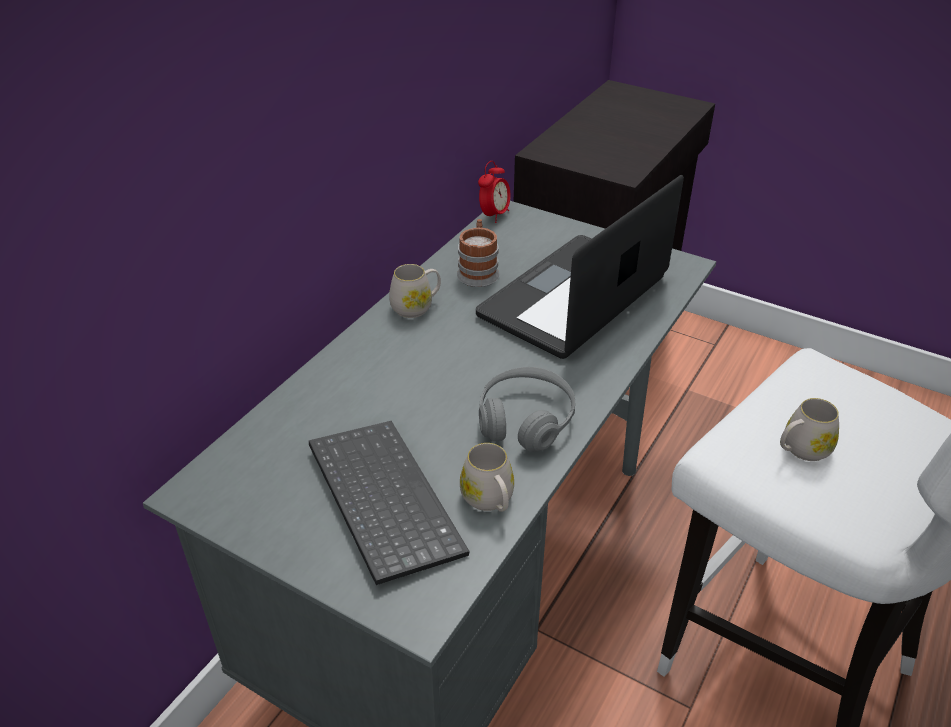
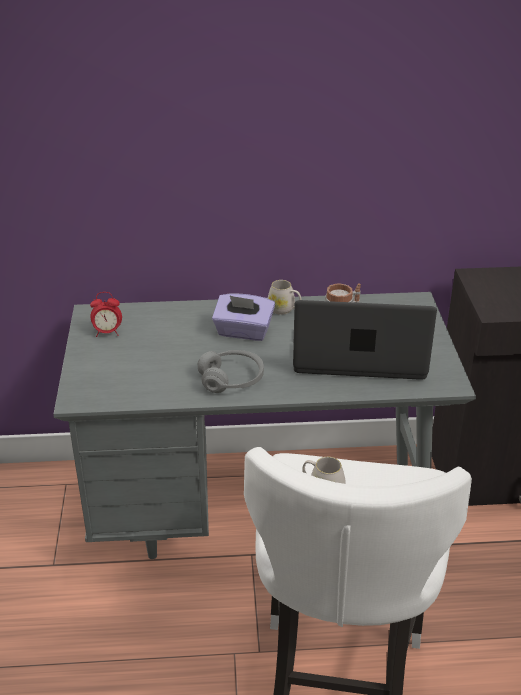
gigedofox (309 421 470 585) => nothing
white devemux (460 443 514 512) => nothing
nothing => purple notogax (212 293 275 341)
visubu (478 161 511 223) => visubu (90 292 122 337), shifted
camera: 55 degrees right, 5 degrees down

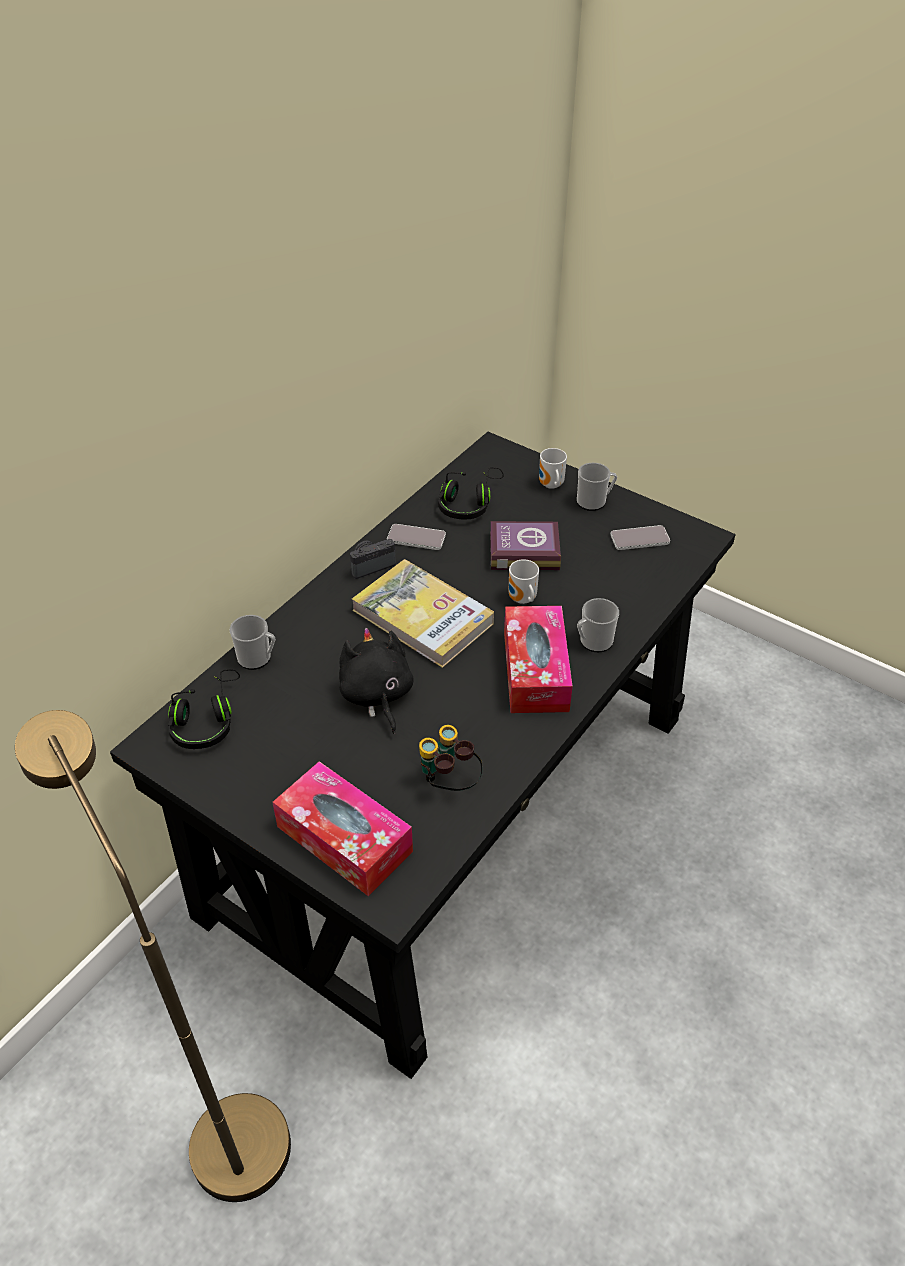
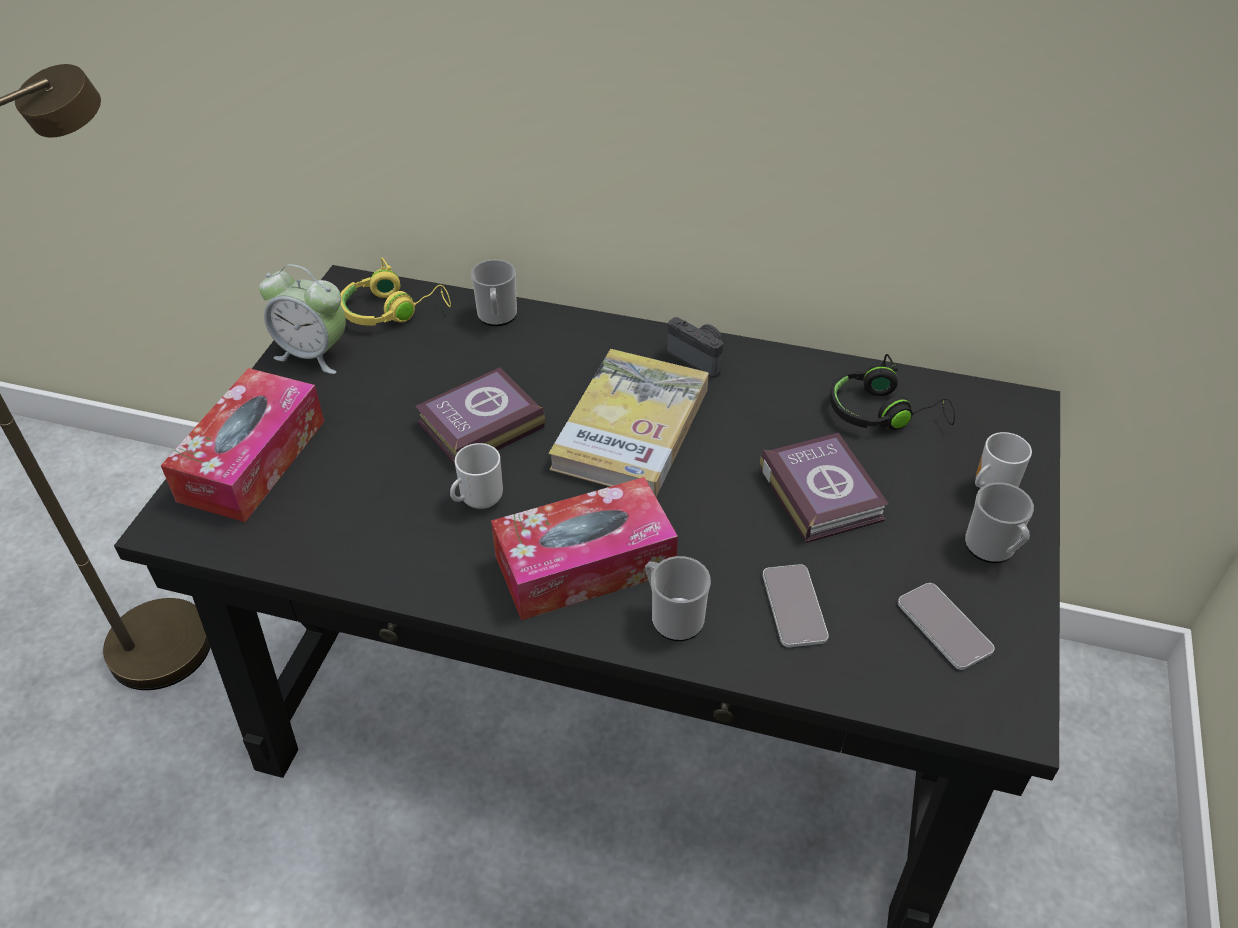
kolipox (419 725 483 791) => nothing
nothing => visubu (259 264 346 374)
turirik (387 524 446 550) => turirik (763 564 829 647), shifted
devemux (509 559 539 604) => devemux (450 443 503 509), shifted
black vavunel (339 628 414 734) => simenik (415 367 545 464)
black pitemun (168 669 240 749) => yellow pitemun (341 258 451 326)
camera: 70 degrees right, 0 degrees up

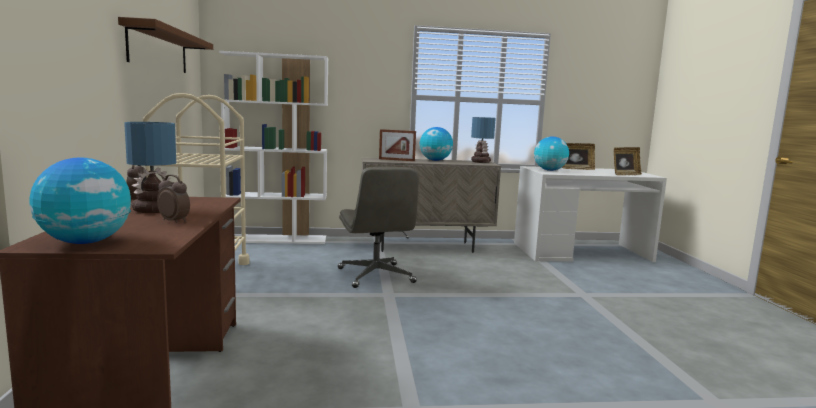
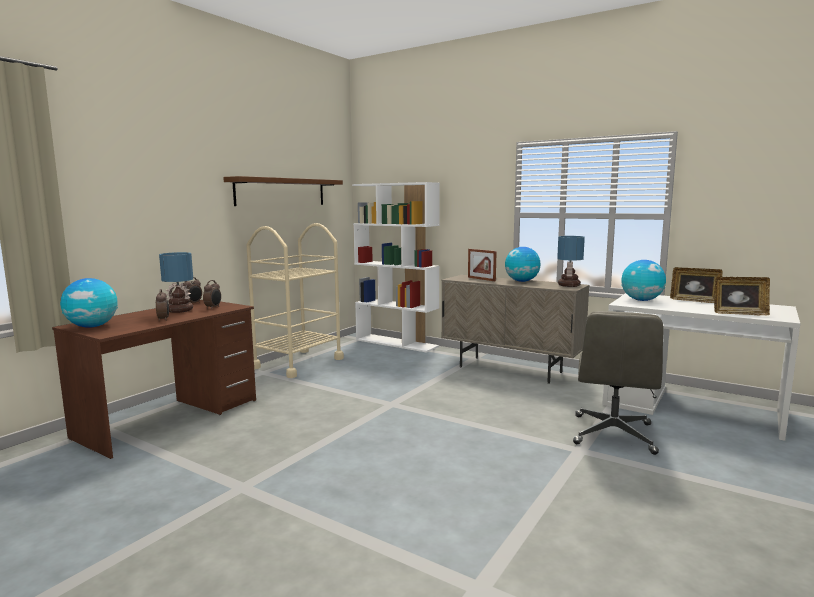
nothing => visubu (203 280 221 309)
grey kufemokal (338 167 419 288) => grey kufemokal (573 311 664 455), shifted
camera: 40 degrees right, 0 degrees up

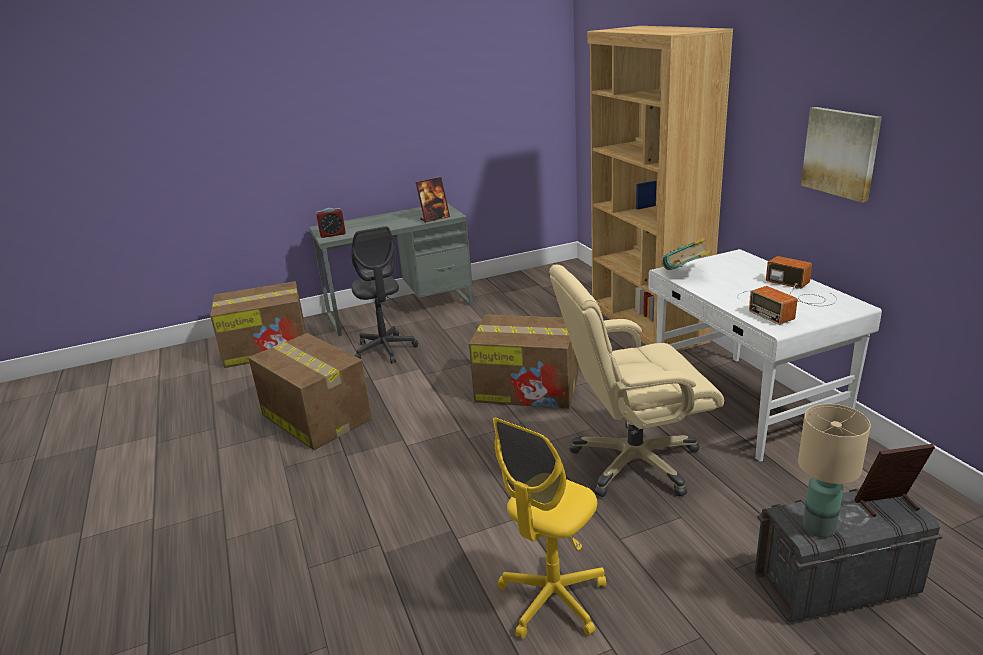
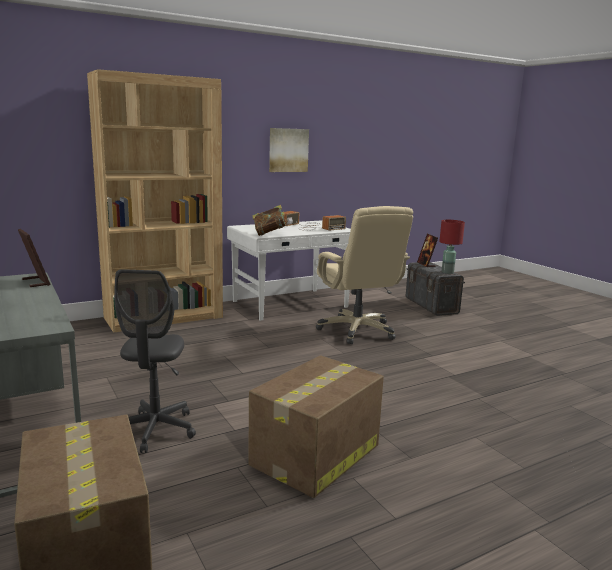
visubu (316 208 346 238) => nothing
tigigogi (469 314 578 409) => nothing
yellow kufemokal (493 417 606 639) => nothing
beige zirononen (798 404 871 538) => red zirononen (439 220 465 274)
grey kufemokal (351 226 418 364) => grey kufemokal (114 269 196 453), 120 degrees clockwise
camera: 100 degrees left, 10 degrees down

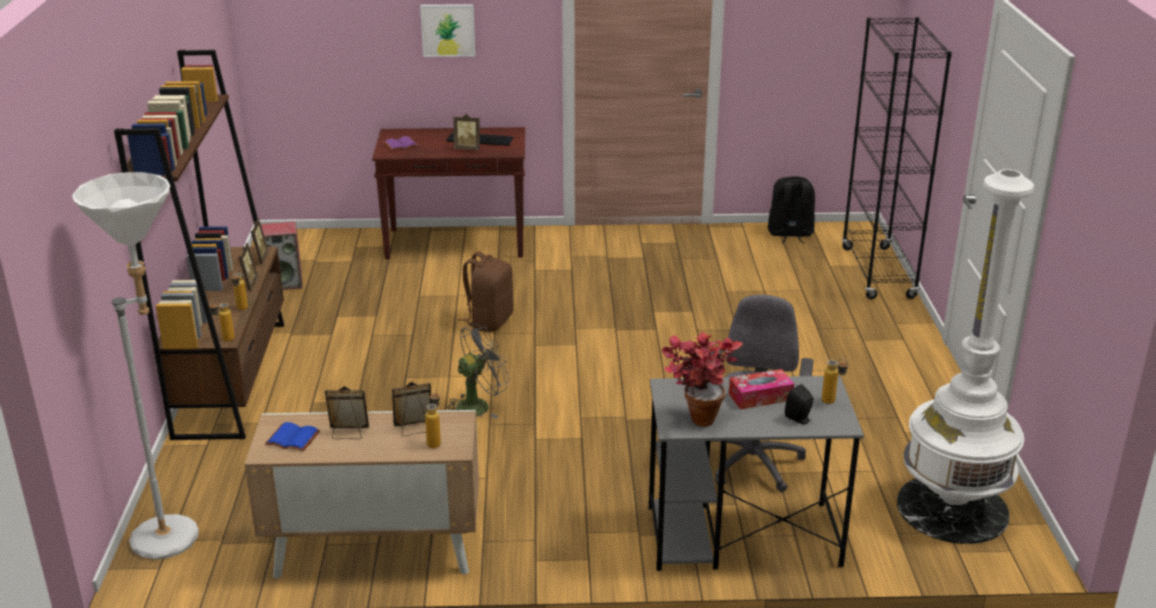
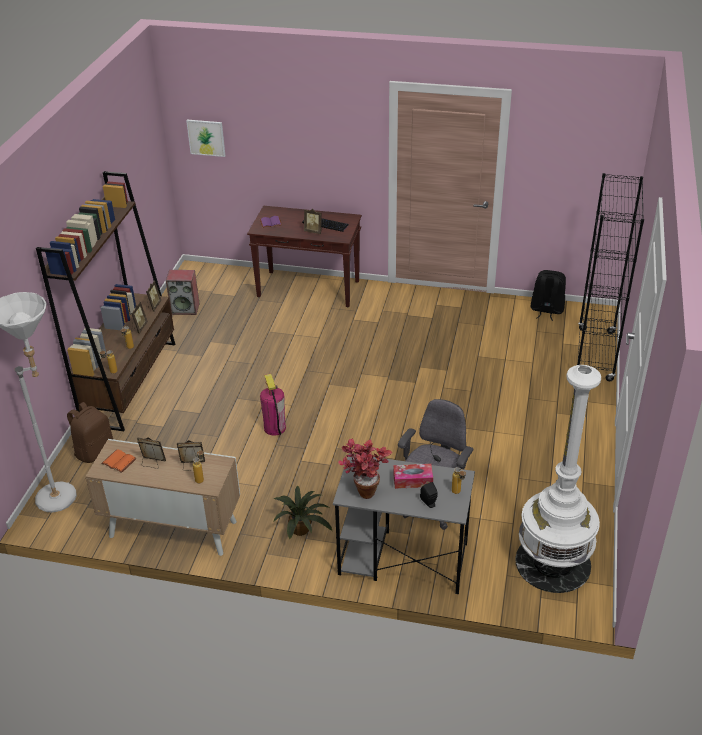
nothing => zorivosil (273 486 332 539)
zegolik (420 4 475 57) => zegolik (186 120 225 157), shifted
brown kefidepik (458 252 513 332) => brown kefidepik (67 402 113 463), shifted
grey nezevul (446 323 510 418) => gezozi (260 374 286 436)
blue simenik (265 422 320 451) => orange simenik (101 449 137 473)
camera: 15 degrees right, 10 degrees up

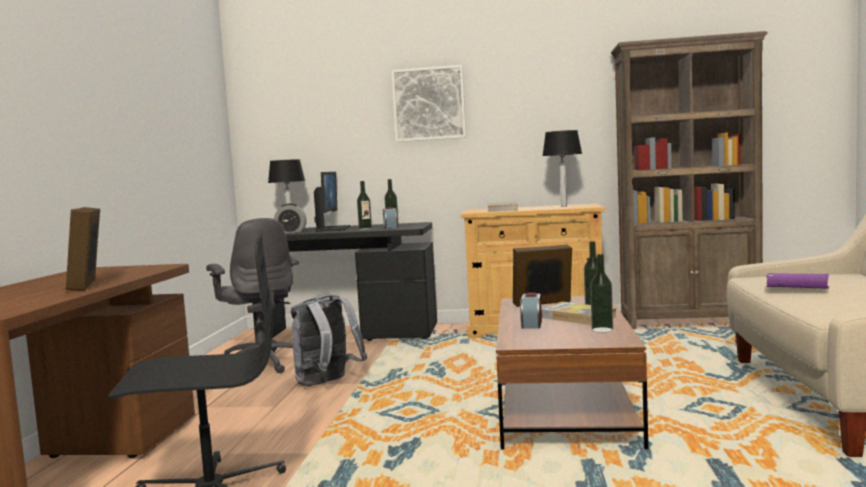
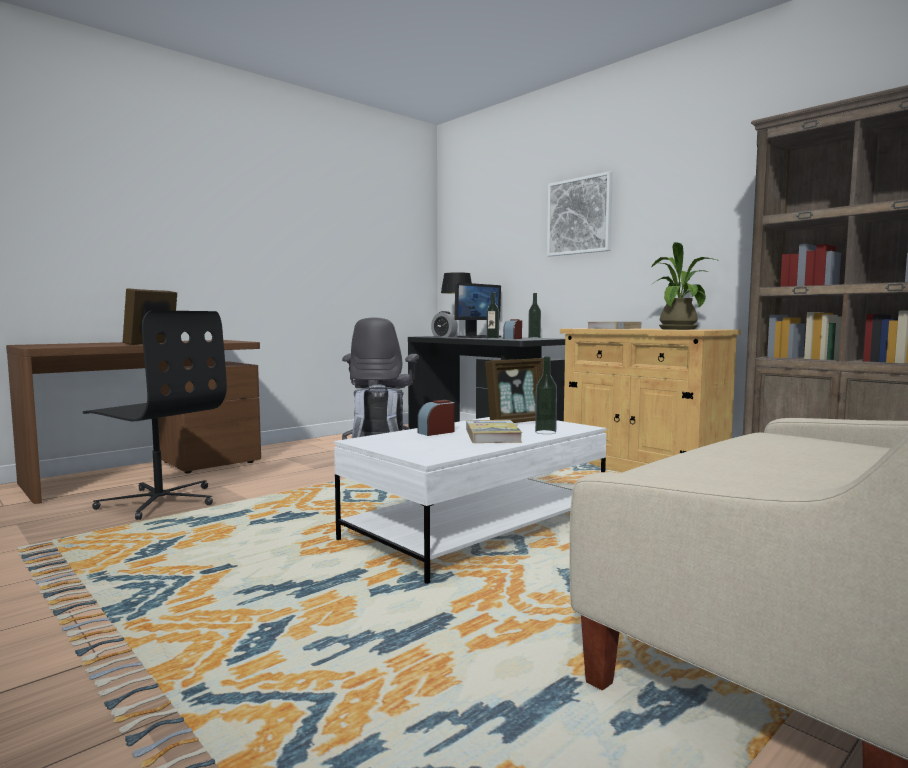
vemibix (590 254 613 333) => nothing
purple simenik (766 273 829 289) => nothing
zirononen (542 130 582 207) => zorivosil (651 242 719 330)
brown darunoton (496 296 648 450) => white darunoton (334 417 606 584)
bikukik (513 245 572 307) => bikukik (485 358 543 423), 120 degrees clockwise
camera: 40 degrees right, 0 degrees up

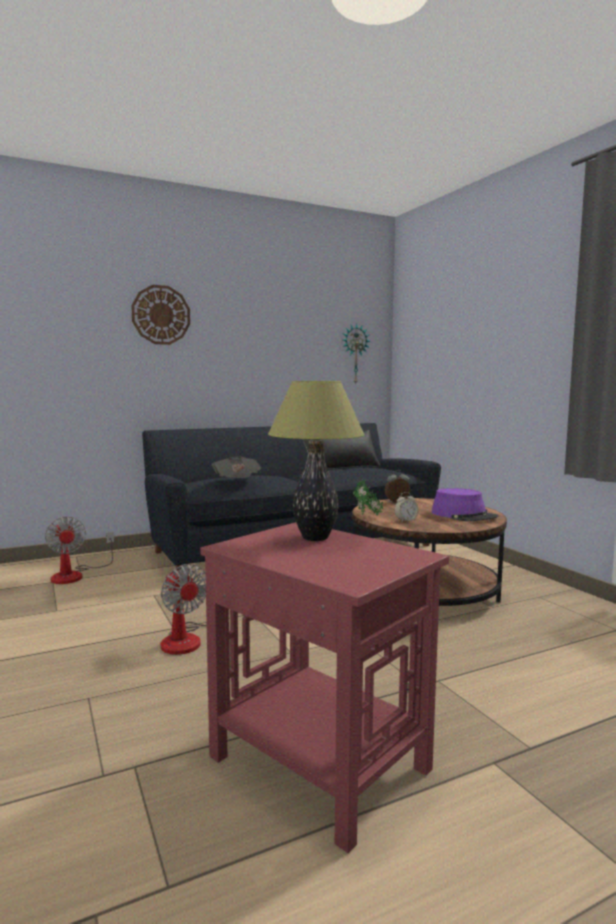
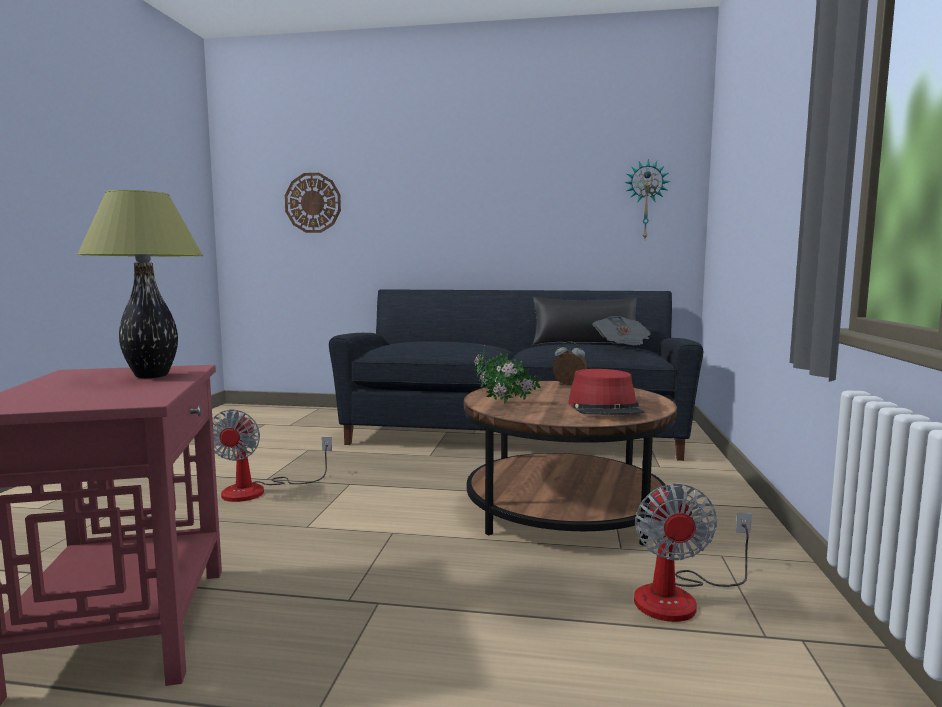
nezevul (45 517 114 584) => nezevul (634 483 752 622), shifted
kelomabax (131 285 190 345) => kelomabax (285 173 341 233), shifted
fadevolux (211 456 262 478) => fadevolux (592 316 651 345), shifted
visubu (394 492 418 521) => zorivosil (484 353 541 403)
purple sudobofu (432 488 499 521) => red sudobofu (568 369 645 415)
camera: 35 degrees right, 0 degrees up

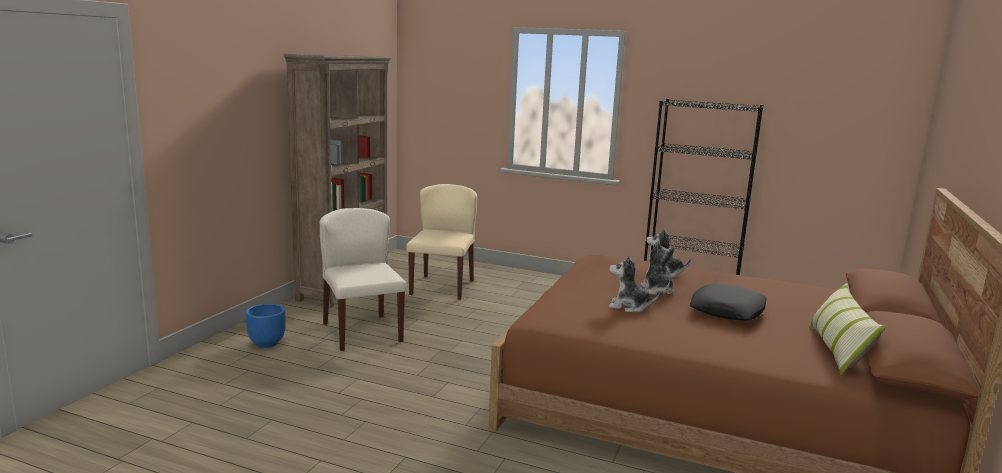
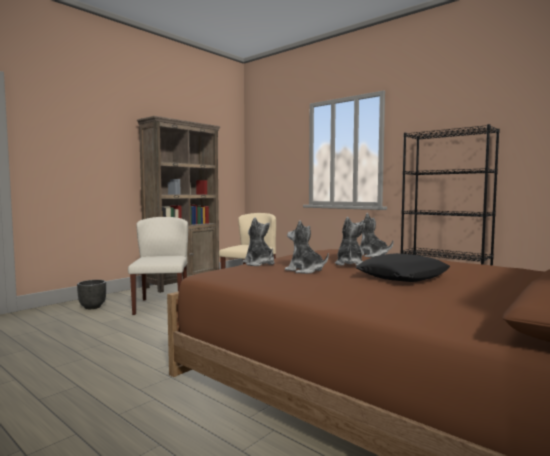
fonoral (809 283 886 375) => nothing
nothing => vavunel (243 217 275 266)
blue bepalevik (246 304 285 348) => black bepalevik (77 280 106 309)
camera: 20 degrees right, 10 degrees down

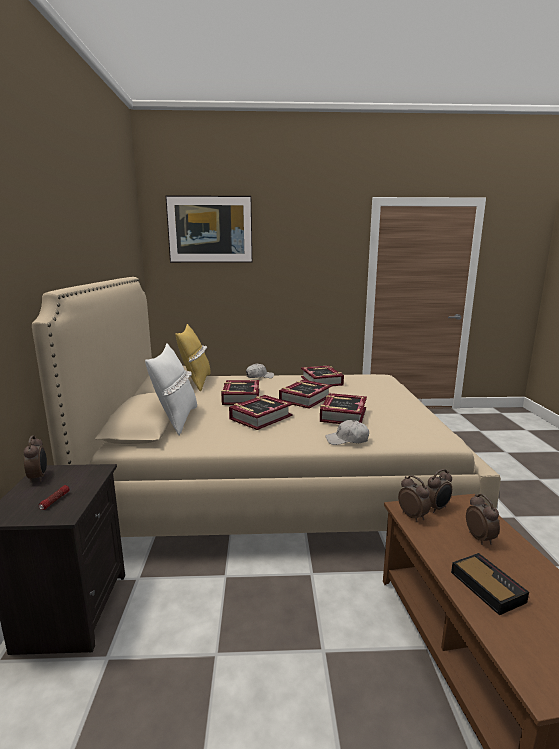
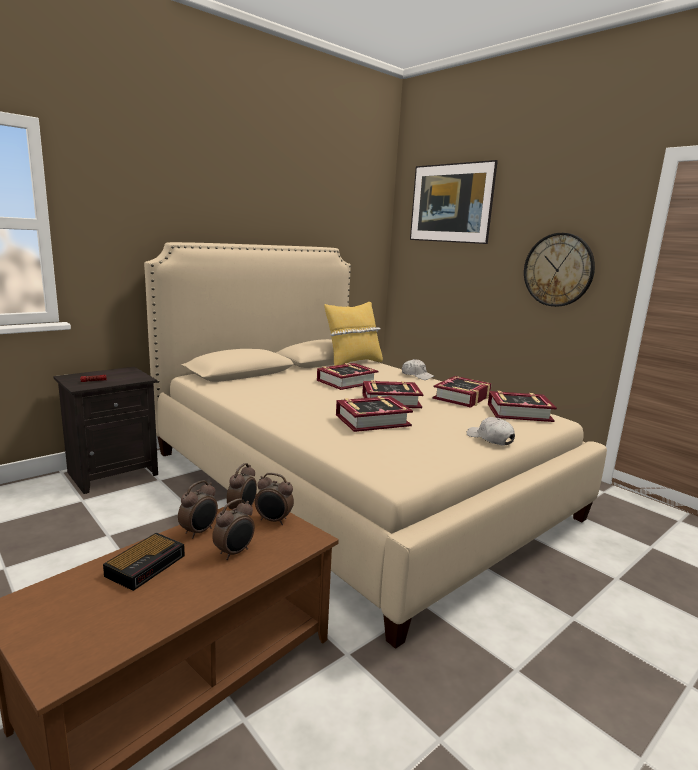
white fonoral (145 343 197 435) => nothing
nothing => kelomabax (524 233 595 307)
visubu (24 435 47 482) => visubu (178 480 218 539), shifted
simenik (229 395 293 430) => simenik (488 391 557 422), shifted
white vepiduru (325 420 369 445) => white vepiduru (466 417 515 446), shifted
camera: 50 degrees right, 0 degrees up

